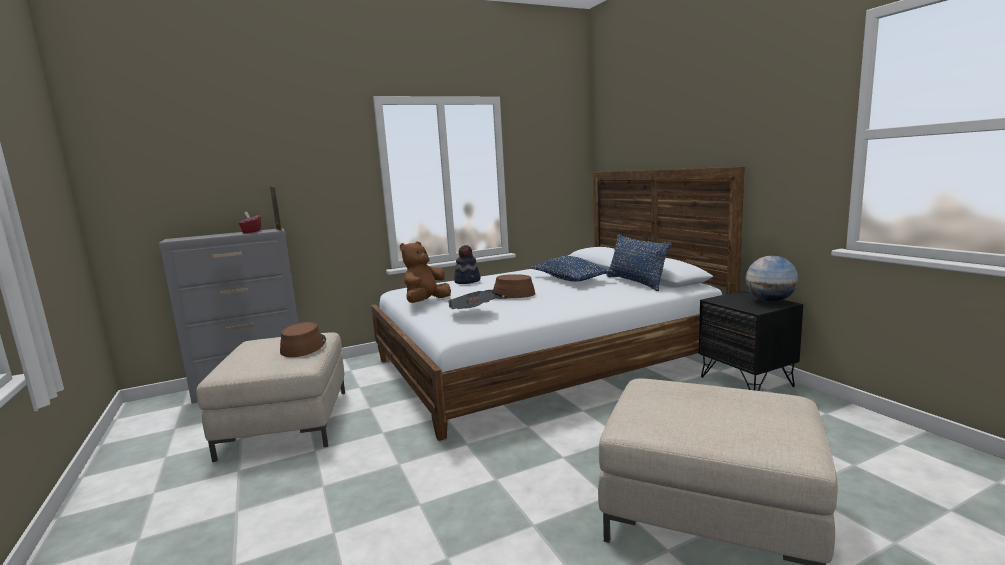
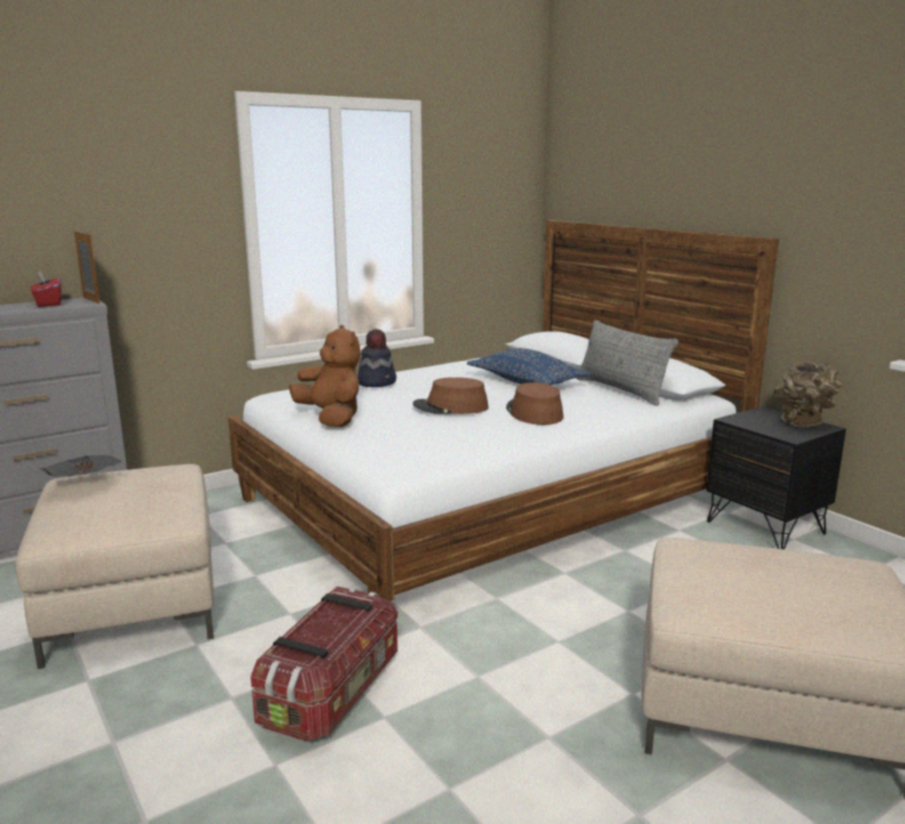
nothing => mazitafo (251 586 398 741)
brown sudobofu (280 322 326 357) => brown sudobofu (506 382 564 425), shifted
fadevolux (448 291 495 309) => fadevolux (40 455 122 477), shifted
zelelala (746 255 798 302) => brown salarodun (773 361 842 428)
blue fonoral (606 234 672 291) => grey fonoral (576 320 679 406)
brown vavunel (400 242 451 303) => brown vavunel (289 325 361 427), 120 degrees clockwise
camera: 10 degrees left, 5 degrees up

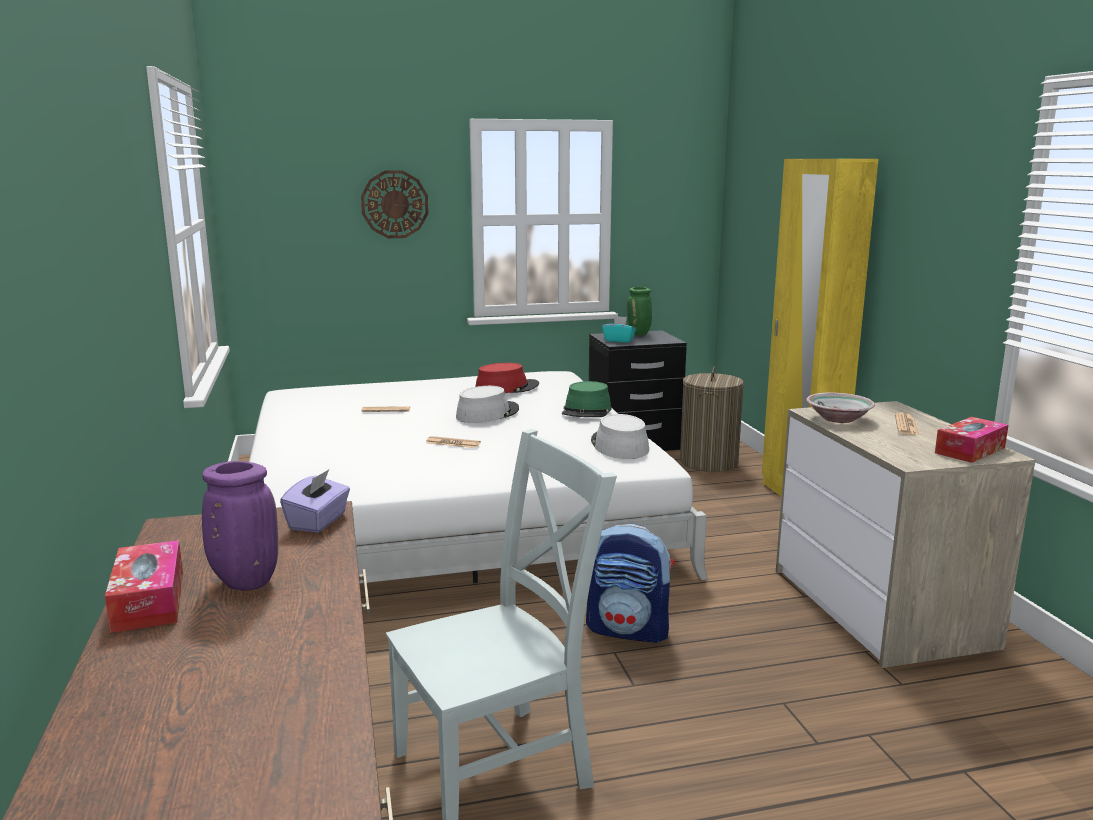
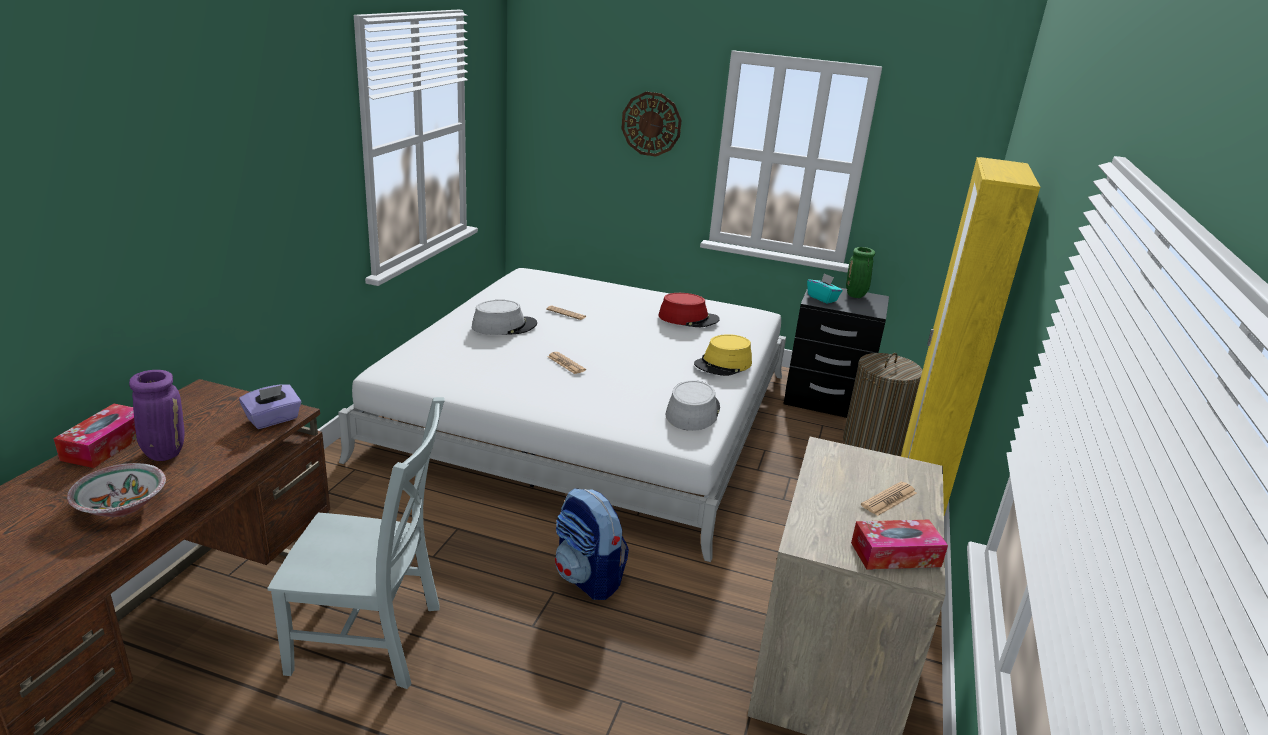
grey sudobofu (456 386 519 423) => grey sudobofu (472 300 537 335), shifted
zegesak (806 393 875 423) => zegesak (67 463 166 517), shifted
green sudobofu (562 381 611 417) => yellow sudobofu (694 334 752 376)
camera: 30 degrees right, 10 degrees up

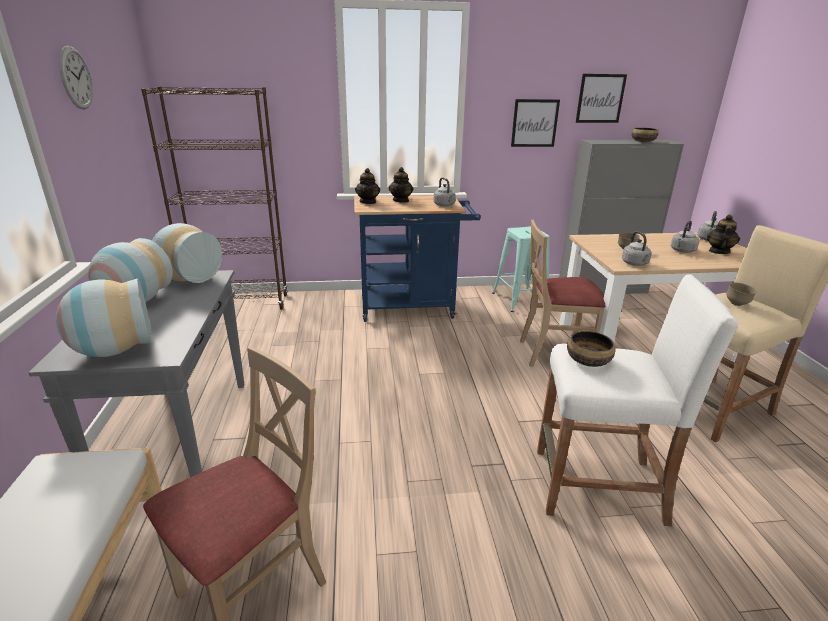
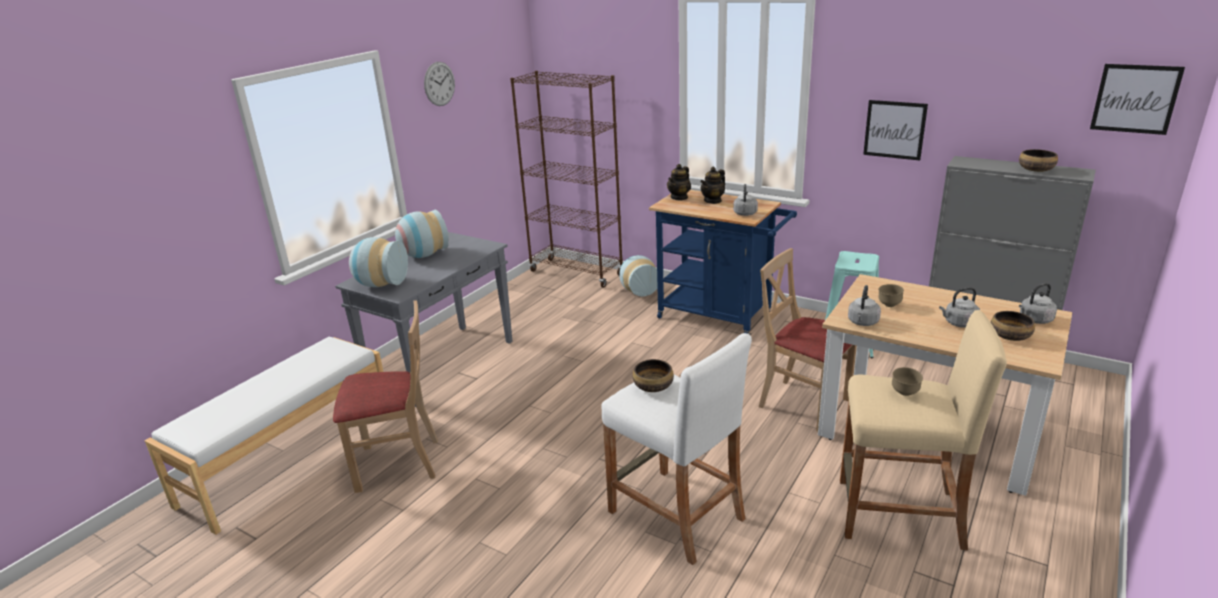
salarodun (152 223 222 283) => salarodun (619 255 658 297), shifted
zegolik (576 74 627 123) => zegolik (1090 64 1185 135), shifted
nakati (707 214 740 254) => zegesak (991 311 1035 341)
camera: 40 degrees right, 0 degrees up

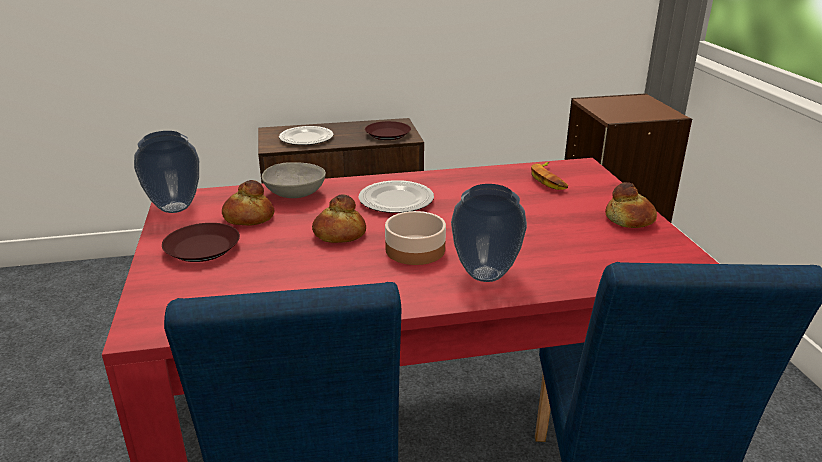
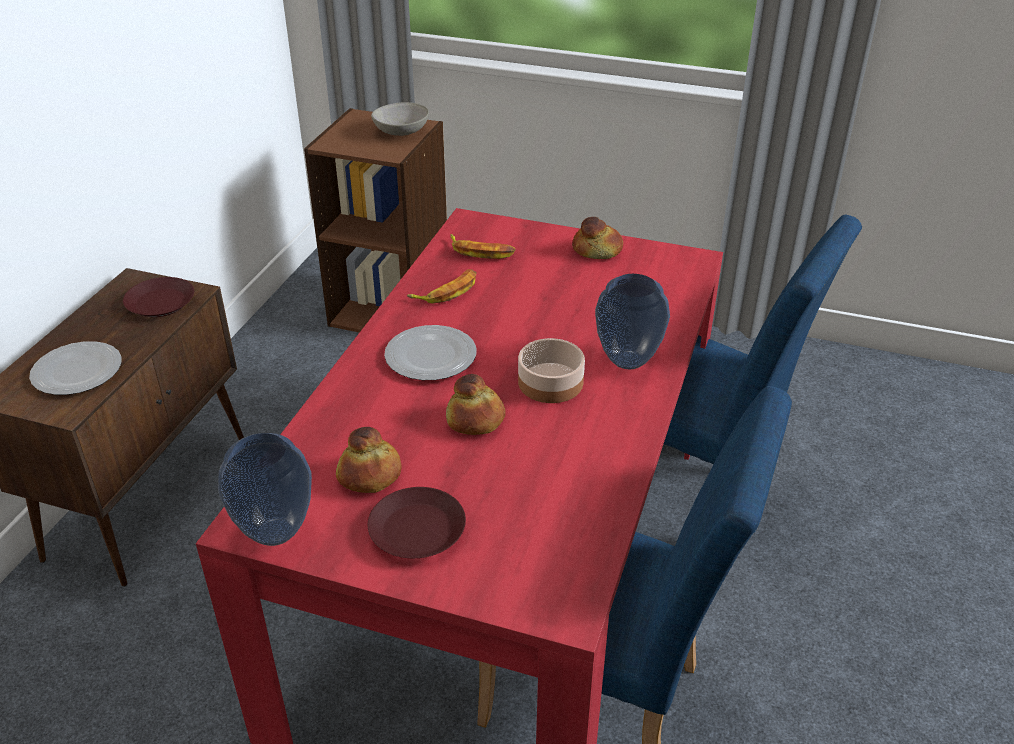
nothing => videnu (407 269 477 304)
grey zegesak (262 162 326 198) => grey zegesak (371 102 429 136), shifted
camera: 60 degrees left, 10 degrees up

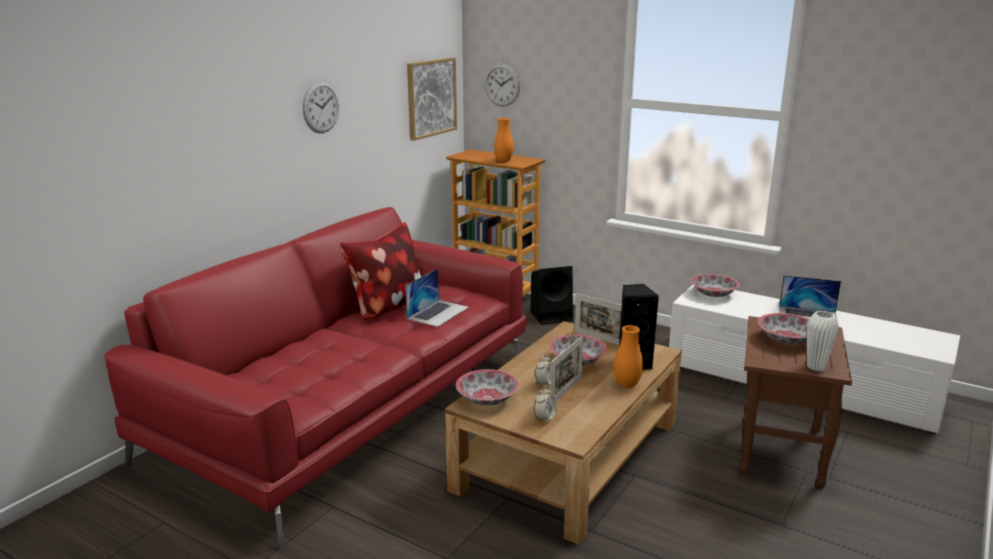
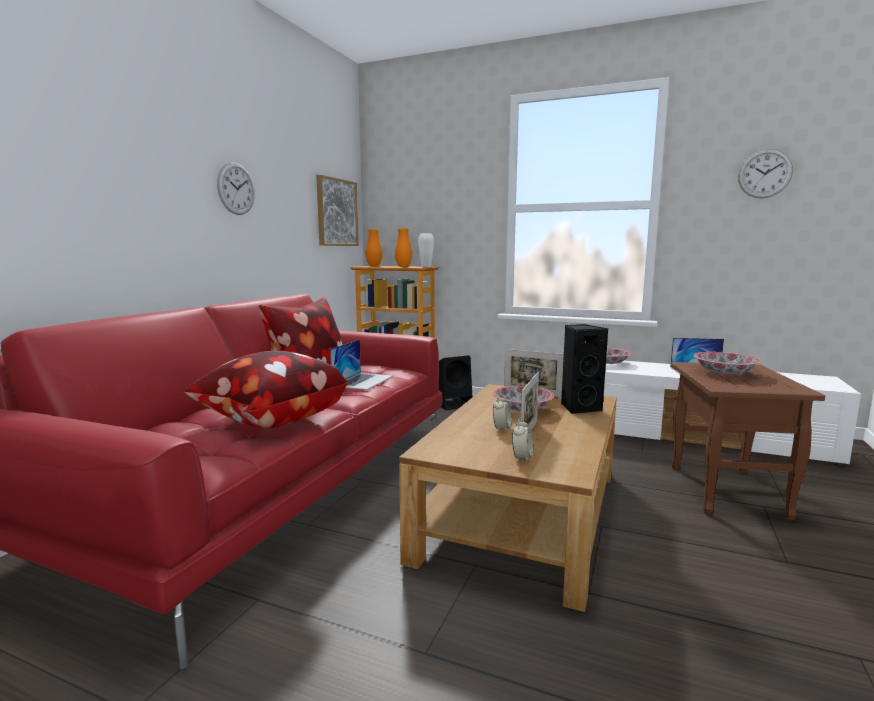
zegesak (456 369 519 406) => nothing
nothing => fonoral (184 351 348 428)
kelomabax (484 63 520 106) => kelomabax (738 149 793 198), shifted
orange salarodun (614 325 643 388) => orange salarodun (366 229 382 267), shifted
white salarodun (807 311 839 371) => white salarodun (418 233 434 267), shifted
camera: 10 degrees left, 10 degrees down

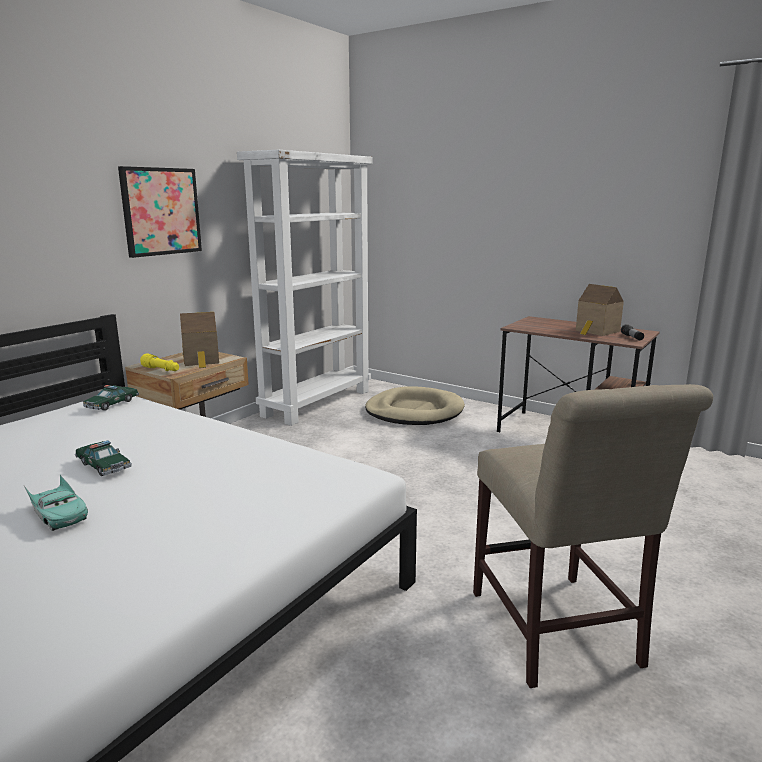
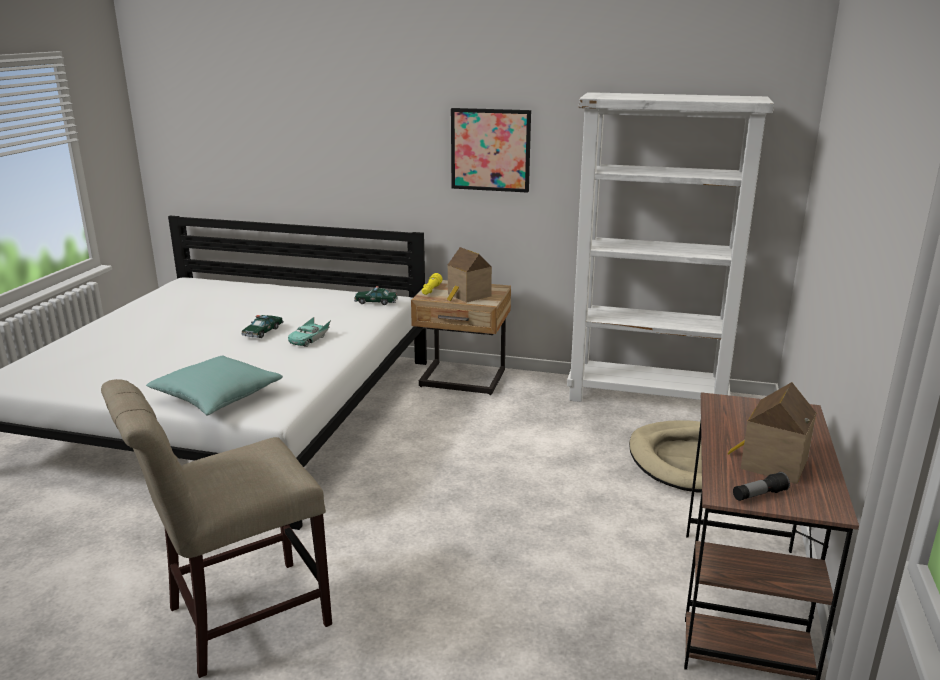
nothing => turquoise fonoral (146 355 283 415)
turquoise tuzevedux (24 475 88 531) => turquoise tuzevedux (288 317 331 347), shifted
camera: 70 degrees right, 5 degrees up

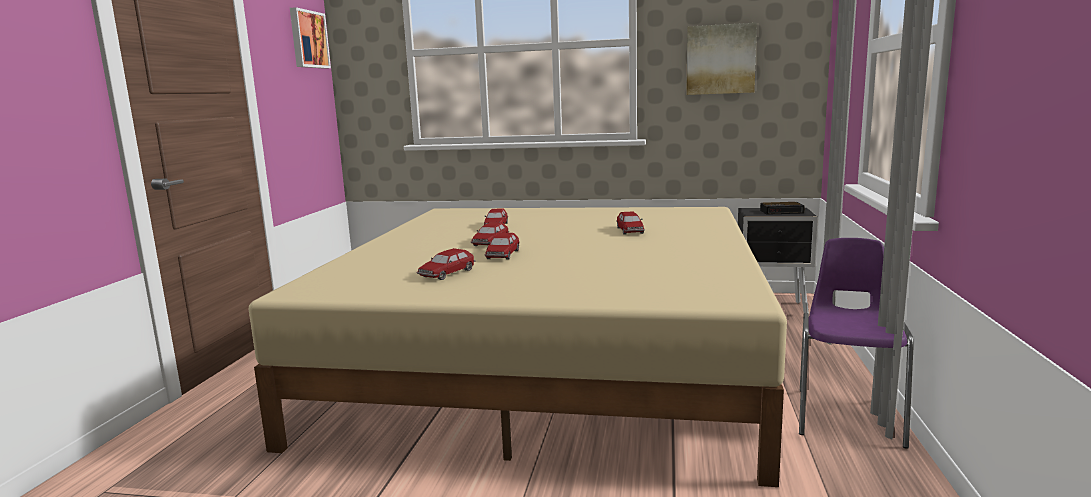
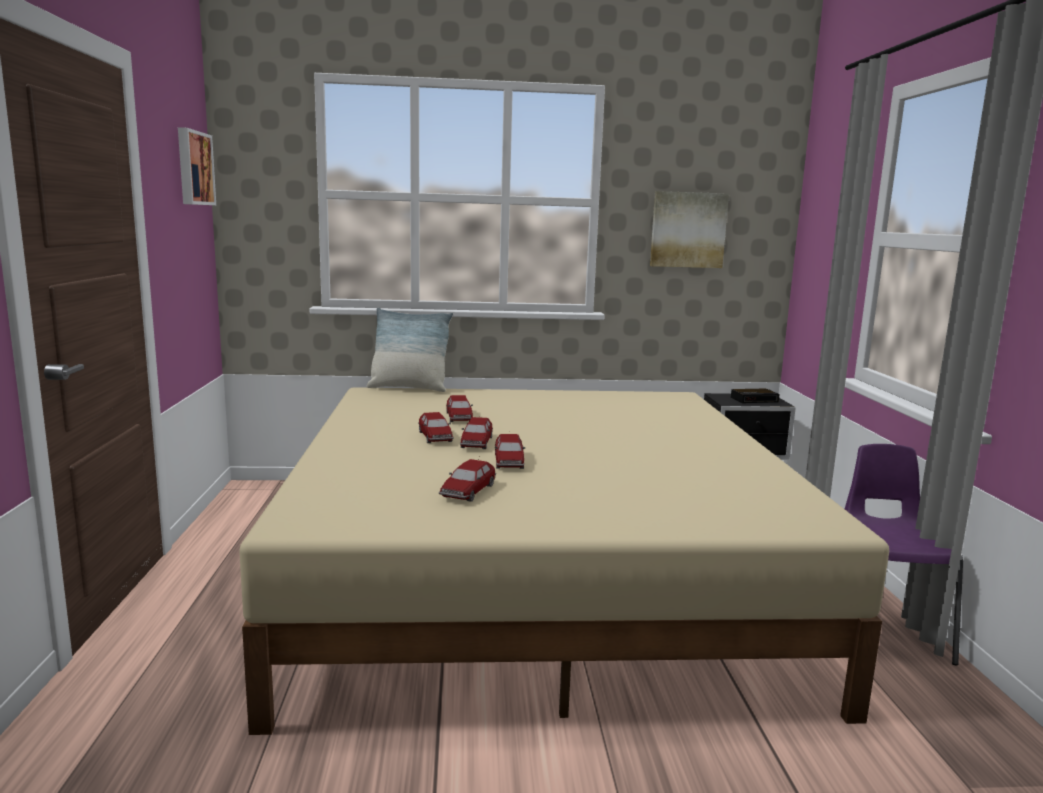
nothing => fonoral (366 308 453 392)
tuzevedux (616 211 645 235) => tuzevedux (418 412 454 443), shifted
camera: 15 degrees left, 0 degrees up

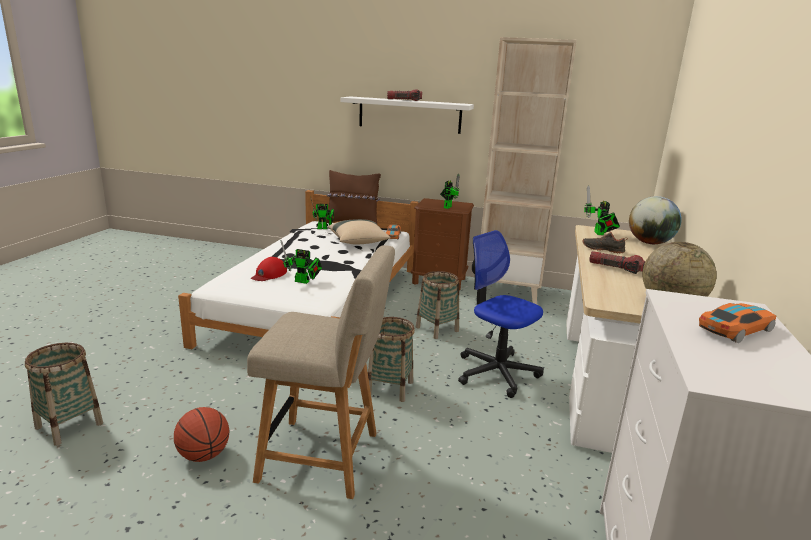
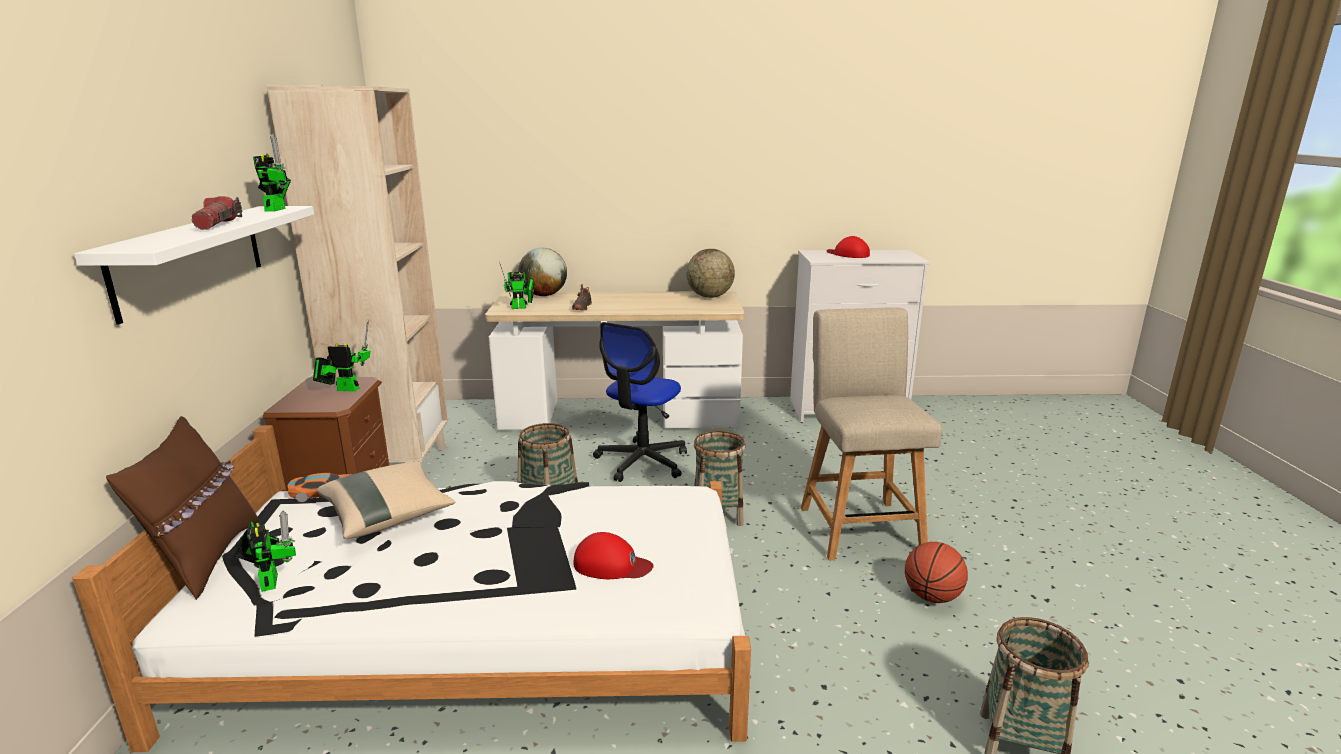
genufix (589 251 645 274) => nothing
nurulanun (281 240 322 284) => nurulanun (253 133 291 211), shifted
tuzevedux (699 303 776 343) => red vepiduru (827 236 870 258)
camera: 105 degrees left, 0 degrees up

